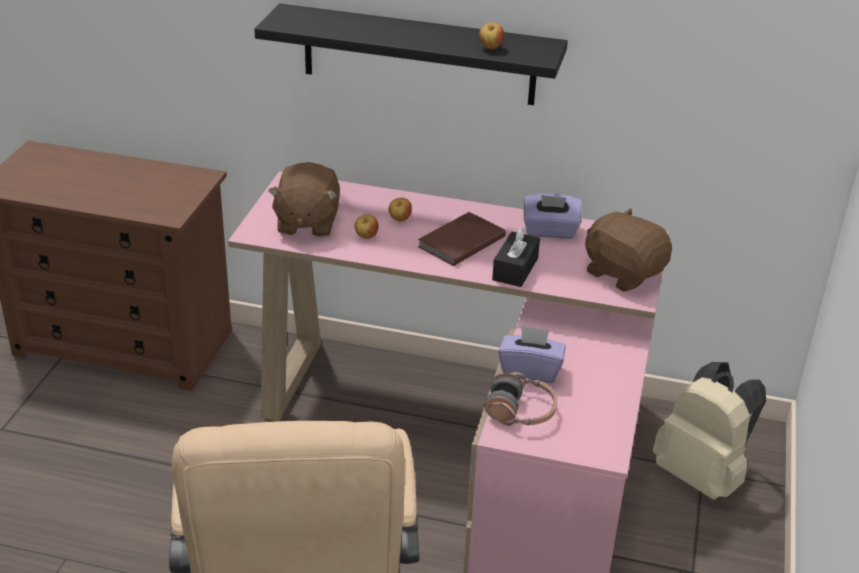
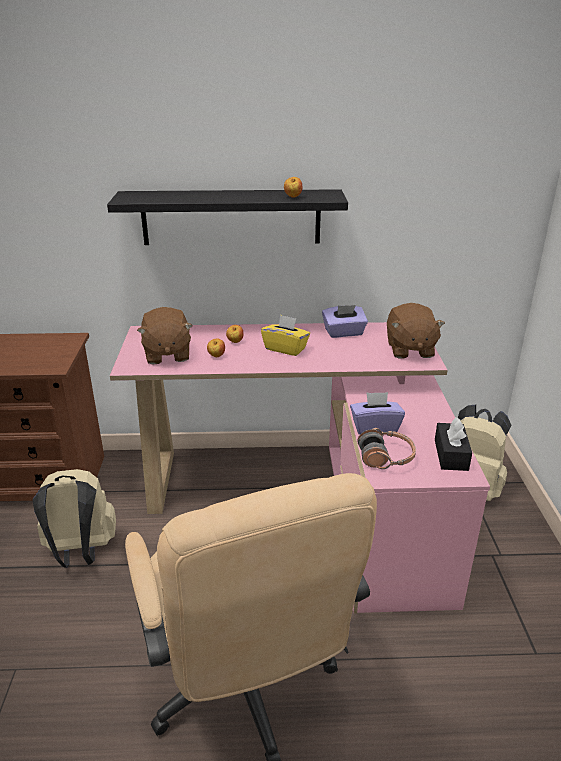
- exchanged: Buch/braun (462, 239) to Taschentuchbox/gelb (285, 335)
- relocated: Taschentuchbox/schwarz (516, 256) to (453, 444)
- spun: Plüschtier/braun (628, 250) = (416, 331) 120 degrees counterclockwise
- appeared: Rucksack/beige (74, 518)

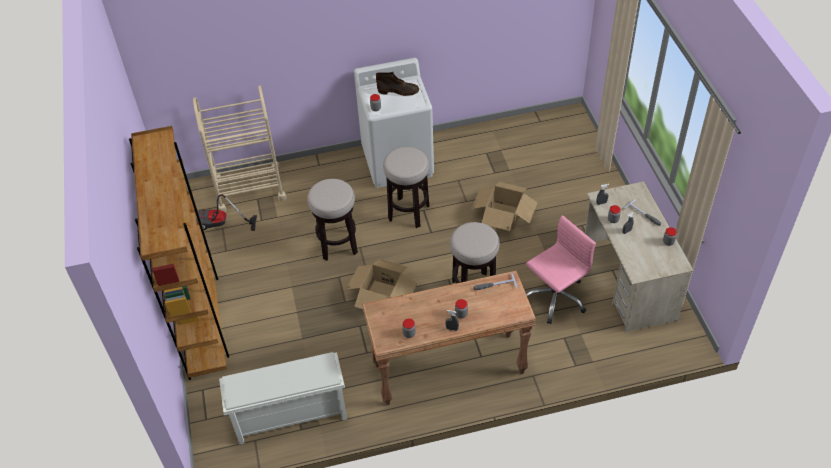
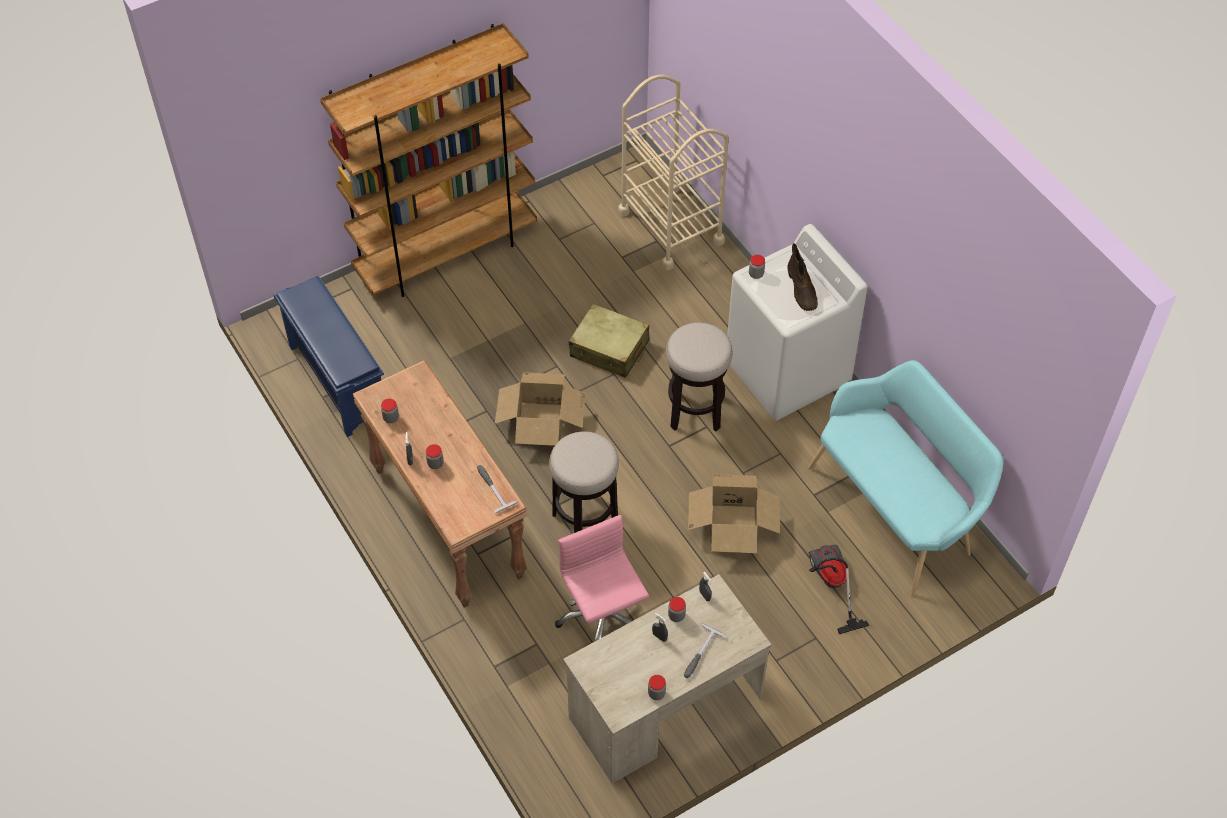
- relocated: Staubsauger (226, 212) to (838, 589)
- colour: Schuhregal/weiß (283, 398) to Schuhregal/blau (328, 356)
- exchanged: Hocker (332, 220) to Koffer/beige (609, 341)
- spun: Bürostuhl/rosa (561, 269) = (602, 578) 150 degrees counterclockwise
- appeared: Bank/türkis (905, 478)

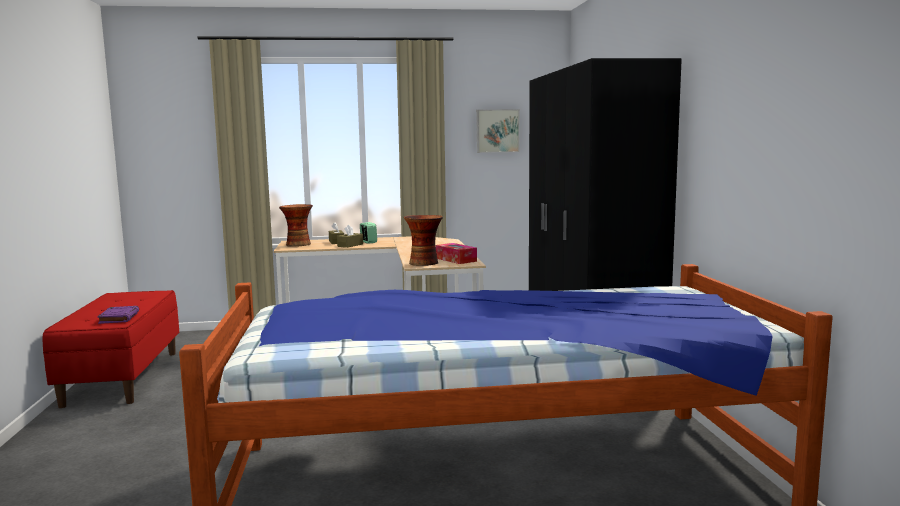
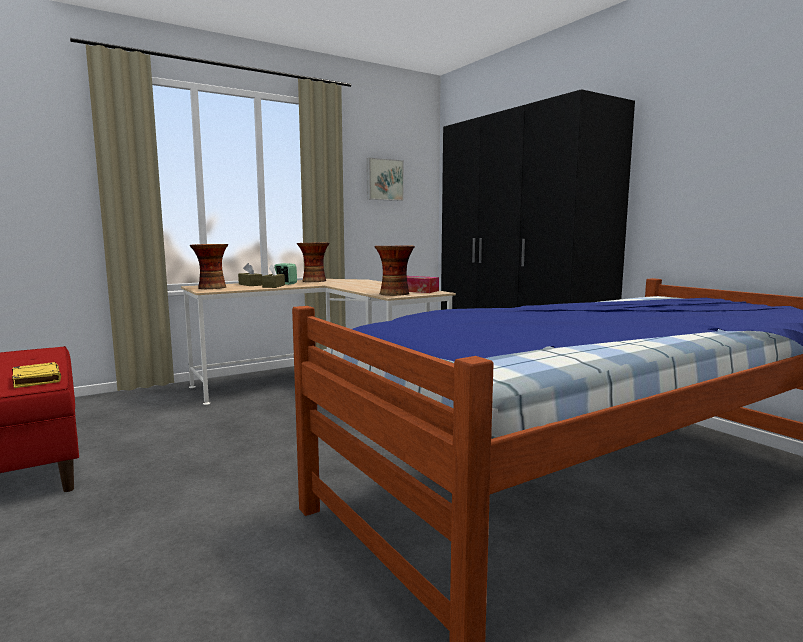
- colour: Buch/lila (118, 315) to Buch/gelb (36, 375)
- appeared: Vase (313, 262)

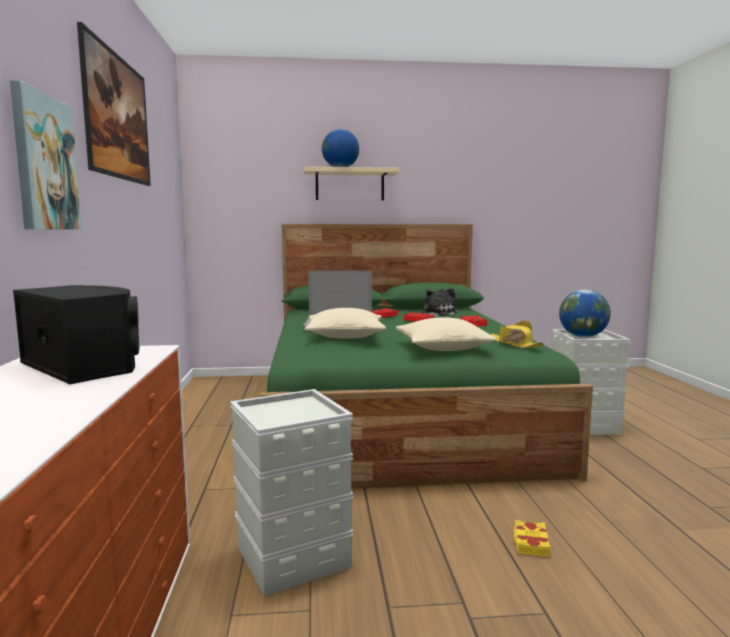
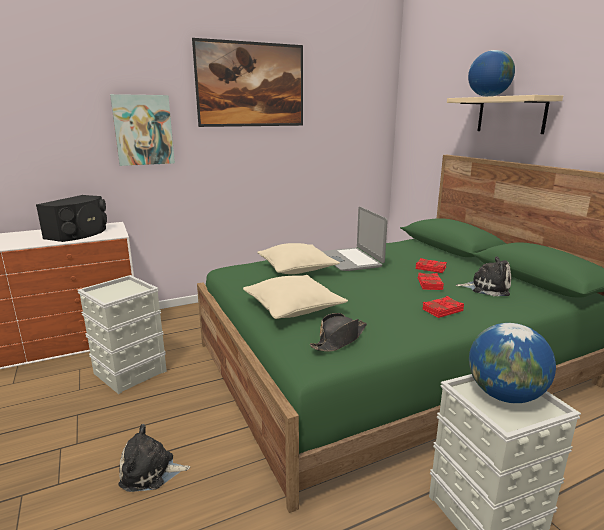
- colour: Hut/gelb (518, 334) to Hut/schwarz (338, 332)
- exchanged: Buch/gelb (532, 538) to Plüschtier (154, 458)

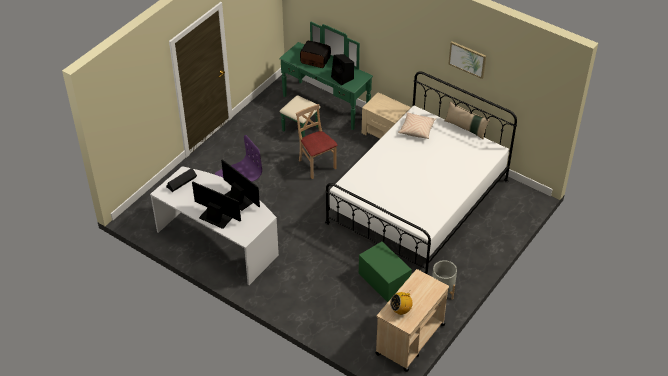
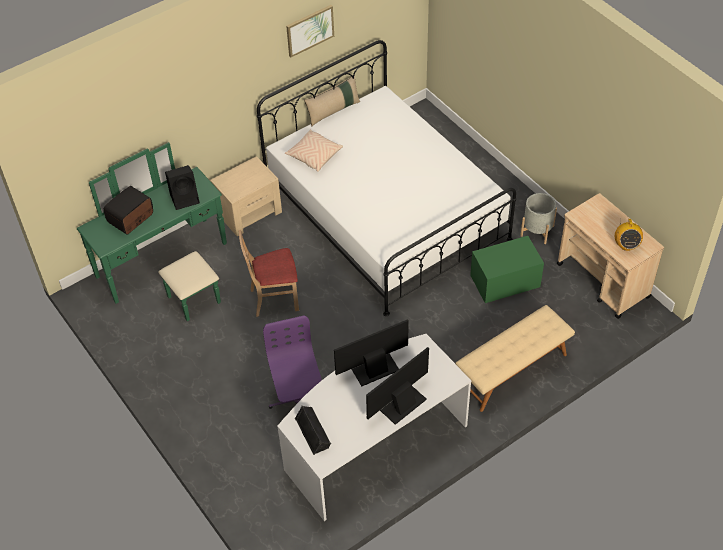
- appeared: Bank/beige (515, 358)

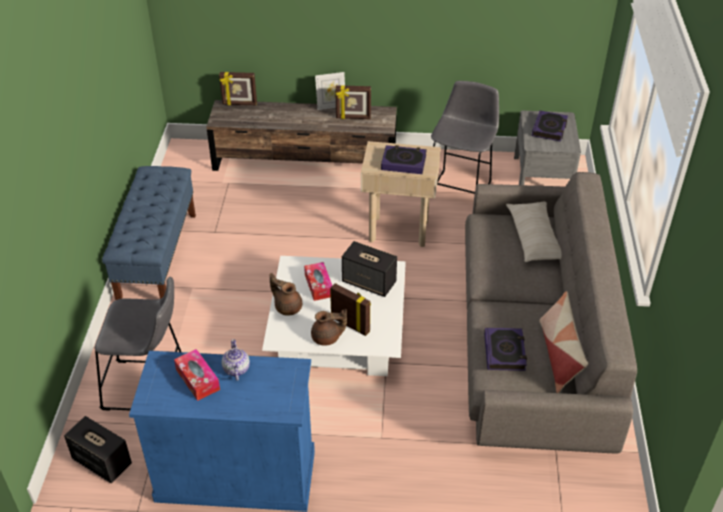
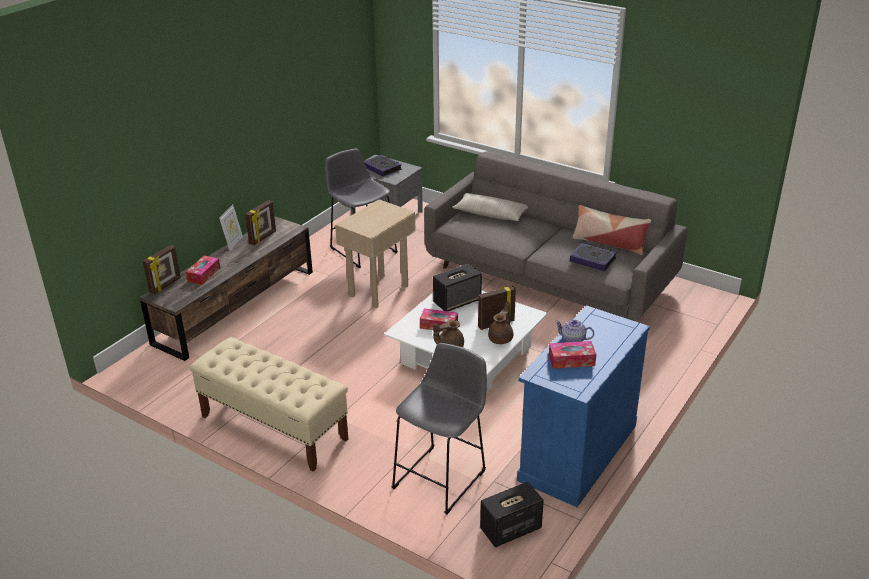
- colour: Bank/blau (149, 233) to Bank/beige (268, 404)
- missing: Buch (404, 159)
- appeared: Taschentuchbox (203, 270)

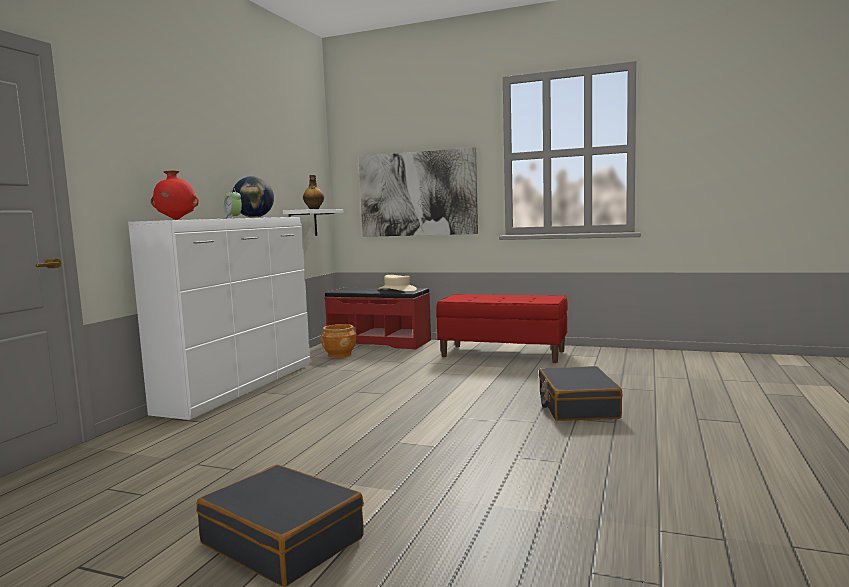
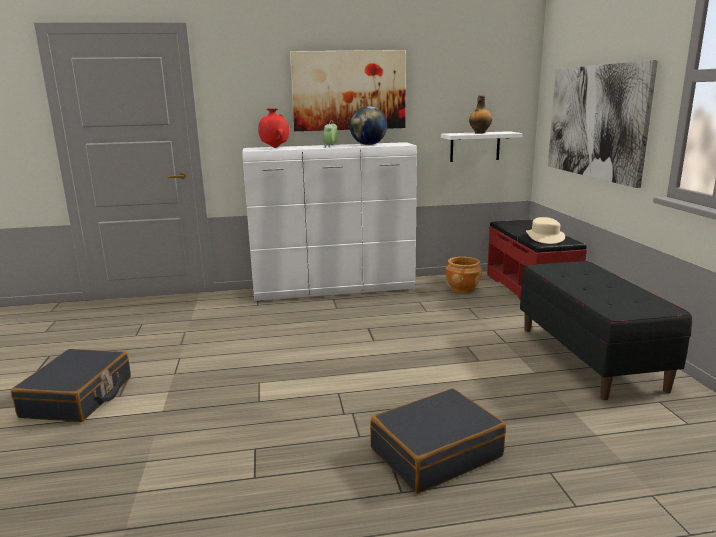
- colour: Bank/rot (502, 328) to Bank/schwarz (606, 330)
- appeared: Bild (348, 90)

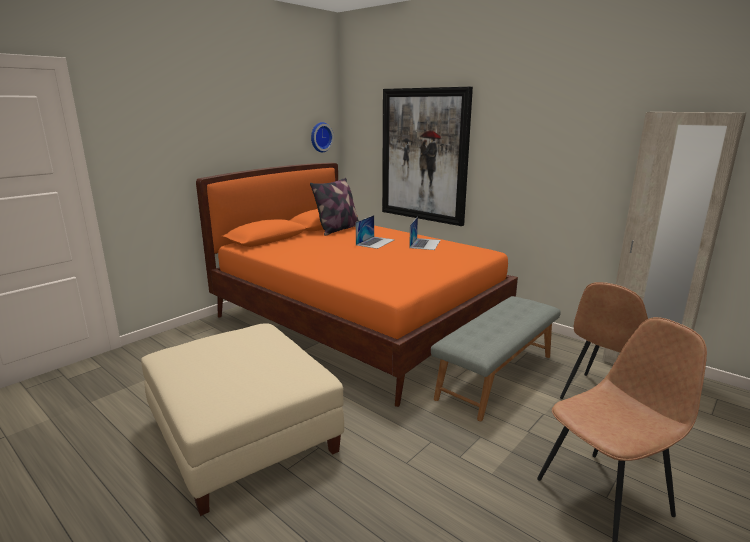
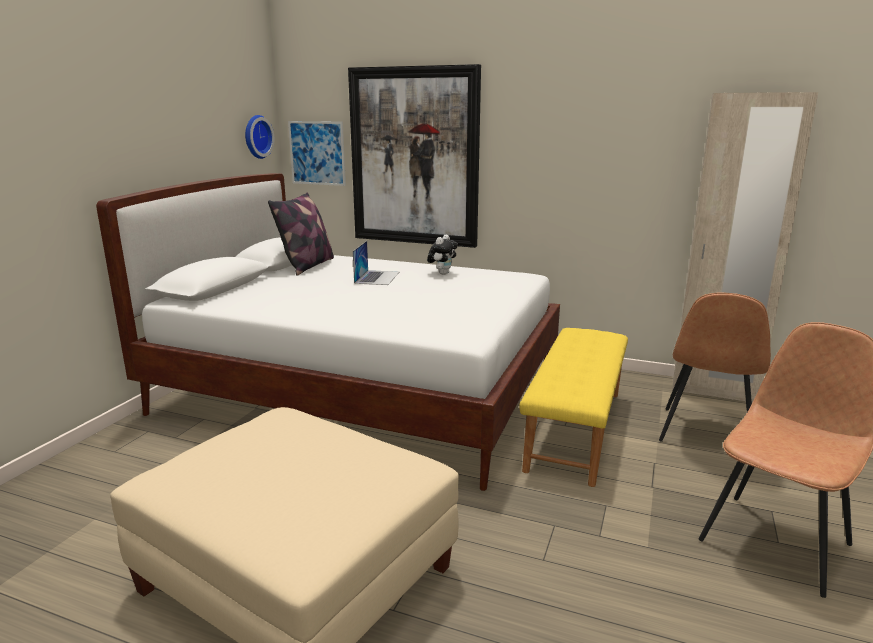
- colour: Bett/orange (357, 285) to Bett/weiß (328, 332)
- exchanged: Laptop (424, 233) to Plüschtier (442, 254)
- colour: Bank/grau (496, 358) to Bank/gelb (573, 407)
- appeared: Bild (317, 153)

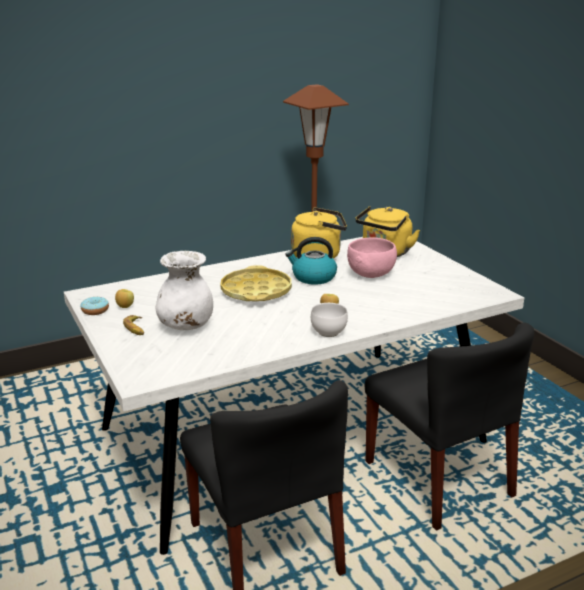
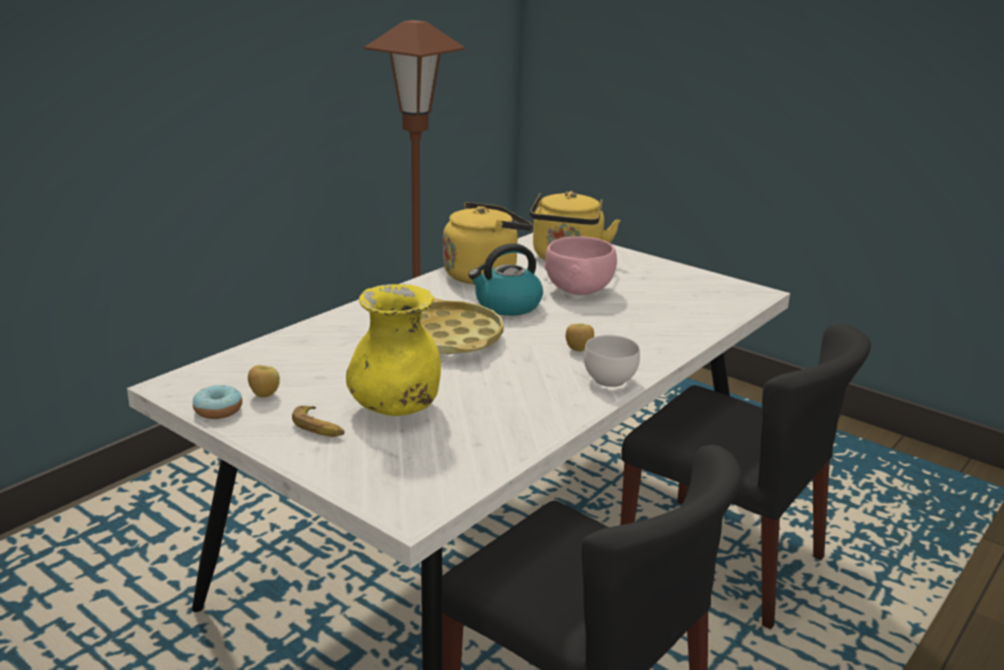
- colour: Vase/weiß (184, 290) to Vase/gelb (393, 350)

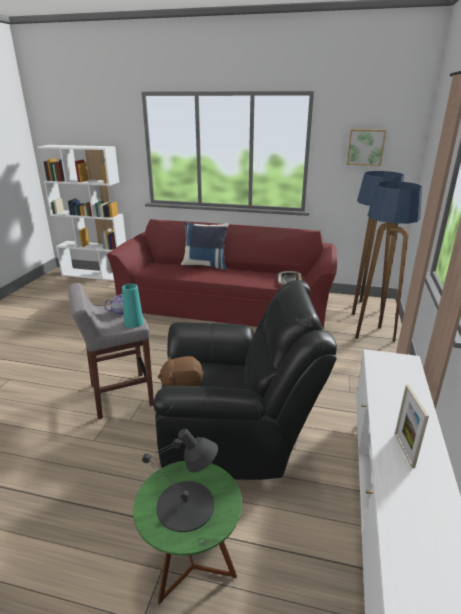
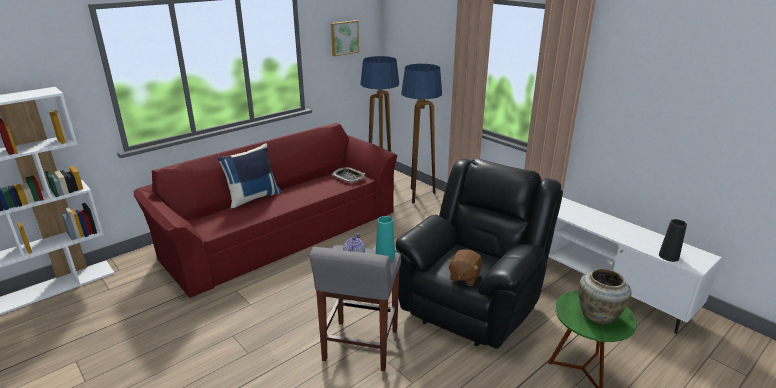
- exchanged: Tischlampe/schwarz (180, 480) to Vase/beige (604, 296)
- missing: Bilderrahmen (412, 426)
- appeared: Vase/schwarz (673, 240)

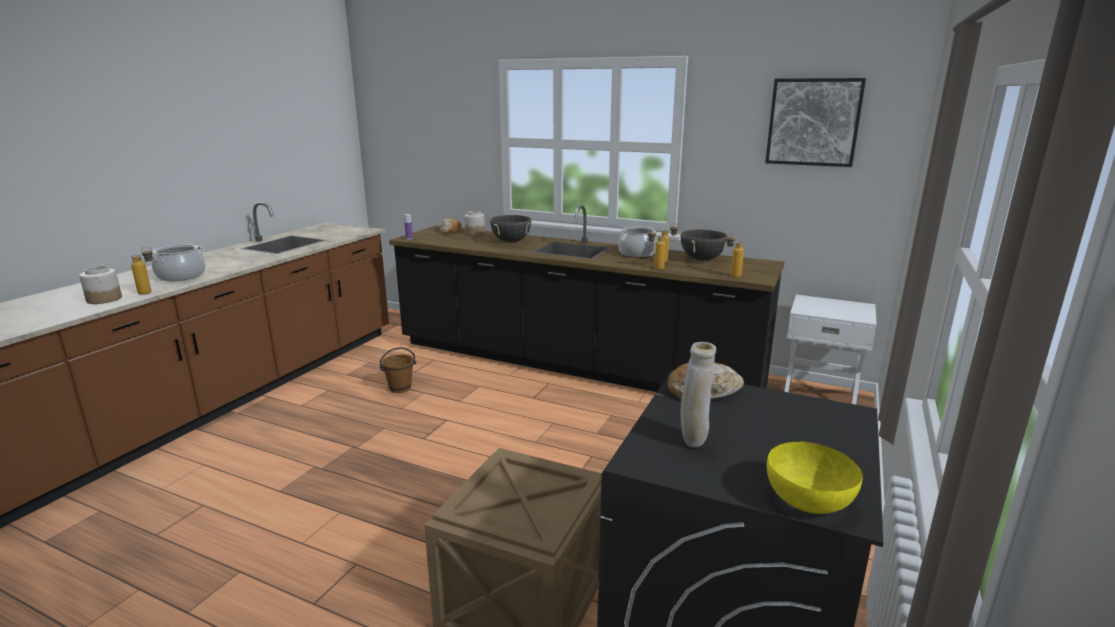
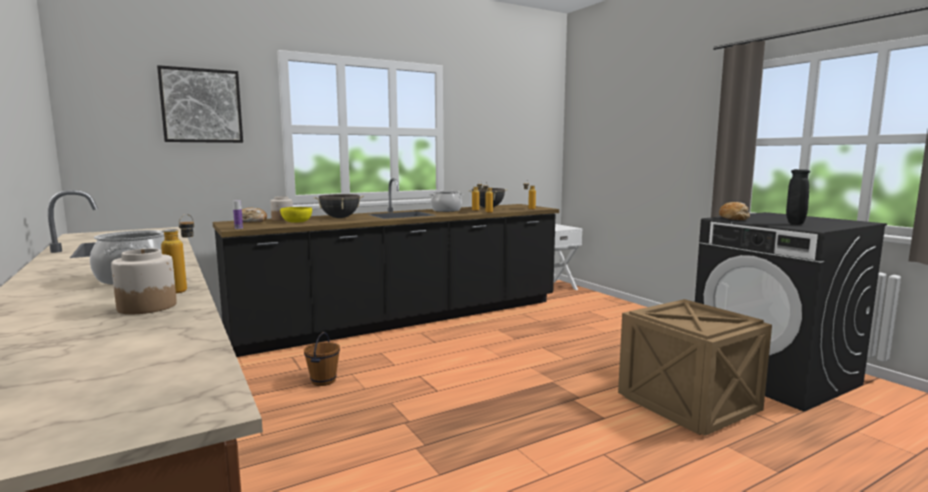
- colour: Vase/beige (698, 394) to Vase/schwarz (798, 196)
- relocated: Bild (815, 122) to (200, 104)
- relocated: Schüssel/gelb (815, 477) to (296, 215)

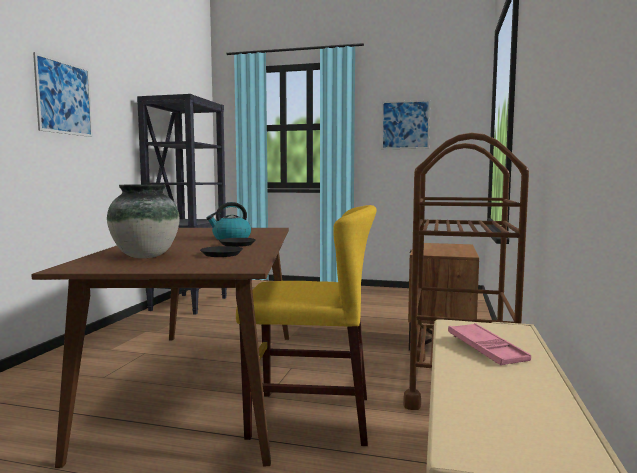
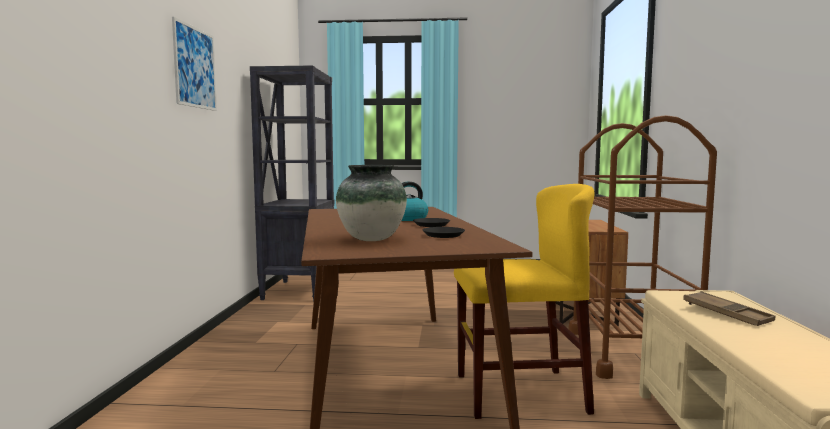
- missing: Bild (405, 124)
- colour: Tablett/rosa (489, 344) to Tablett/braun (729, 308)

